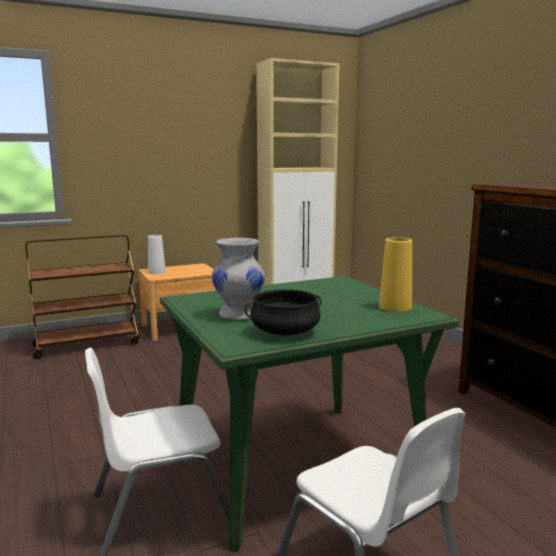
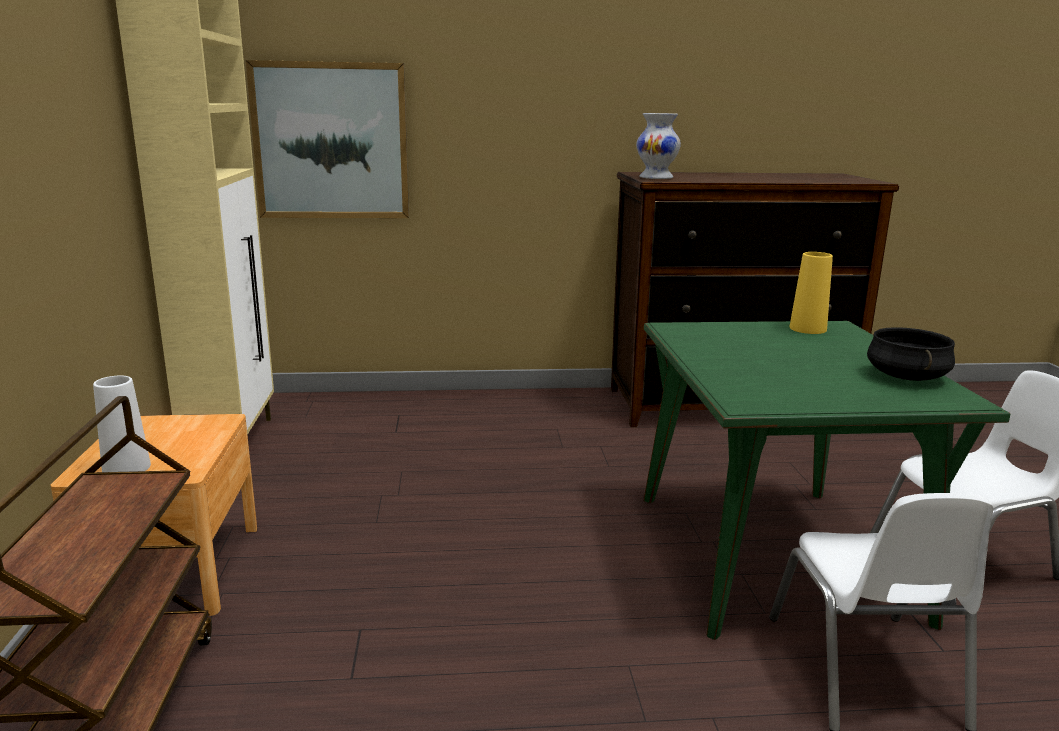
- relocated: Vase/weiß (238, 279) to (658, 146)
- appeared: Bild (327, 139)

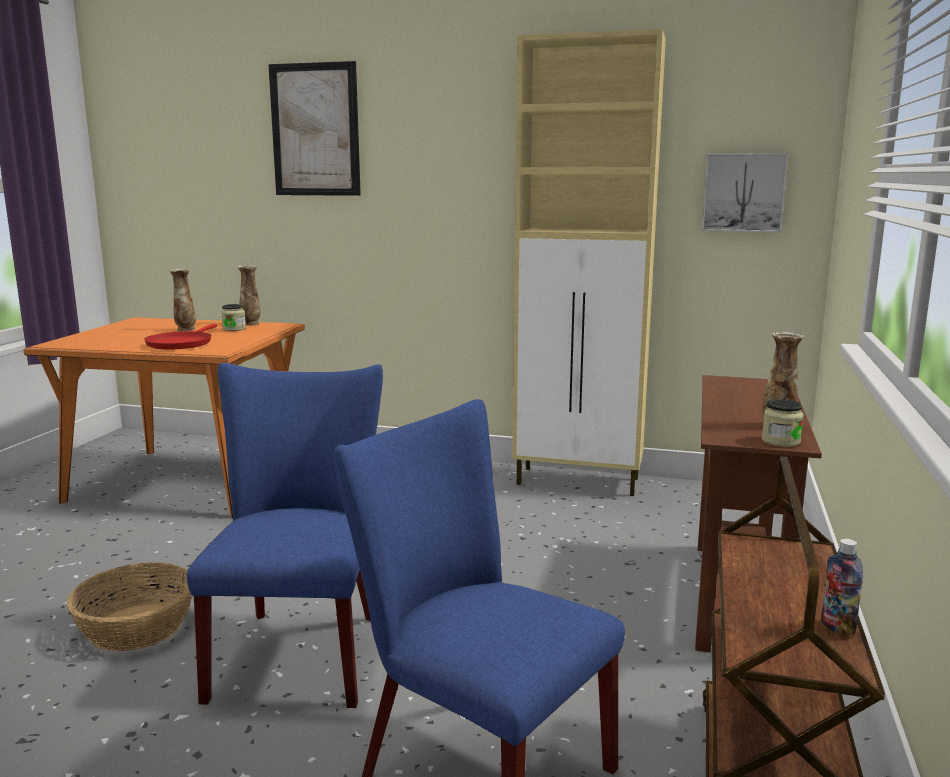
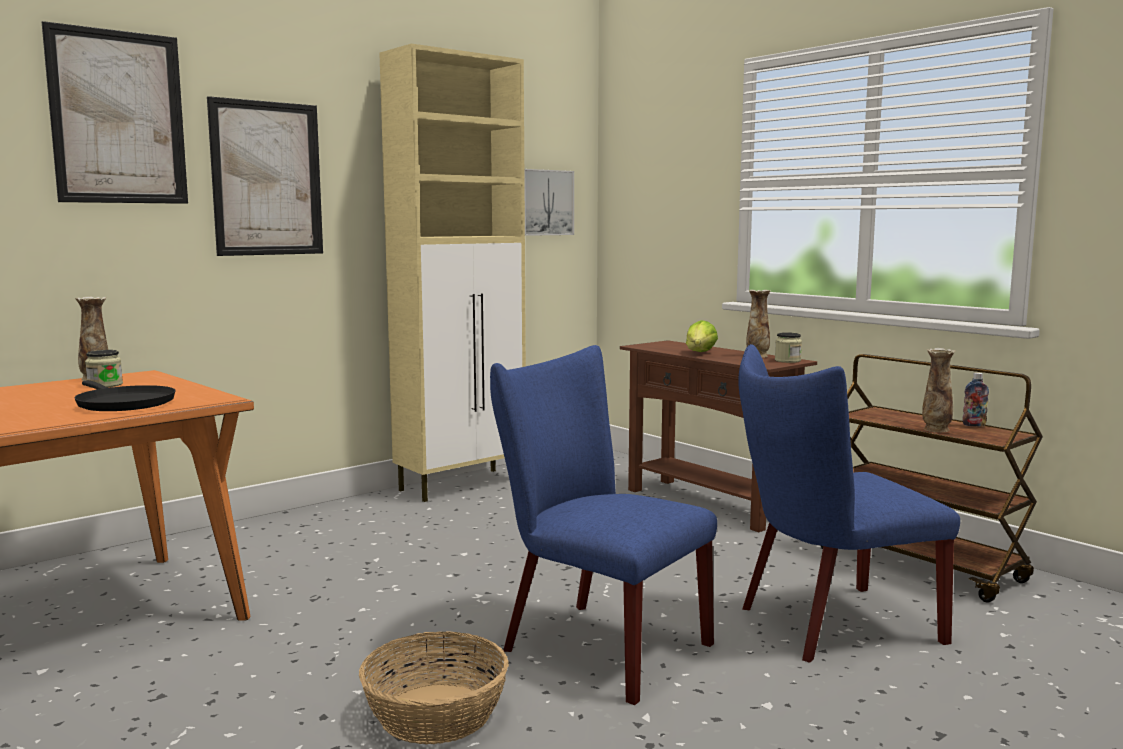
- colour: Pfanne/rot (180, 337) to Pfanne/schwarz (125, 395)
- relocated: Vase (182, 300) to (938, 390)
- appeared: Bild (265, 176)
- appeared: Salatkopf (702, 336)

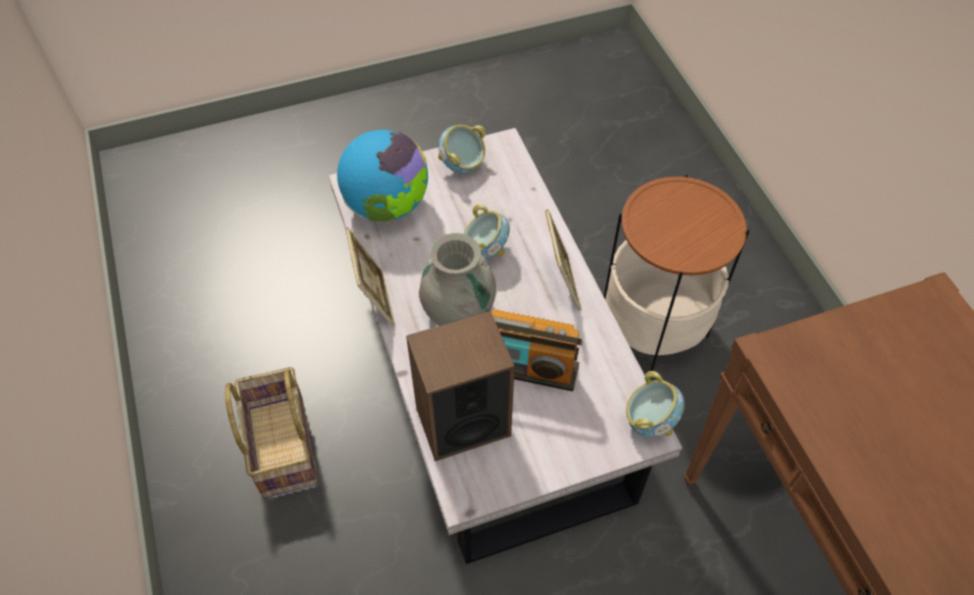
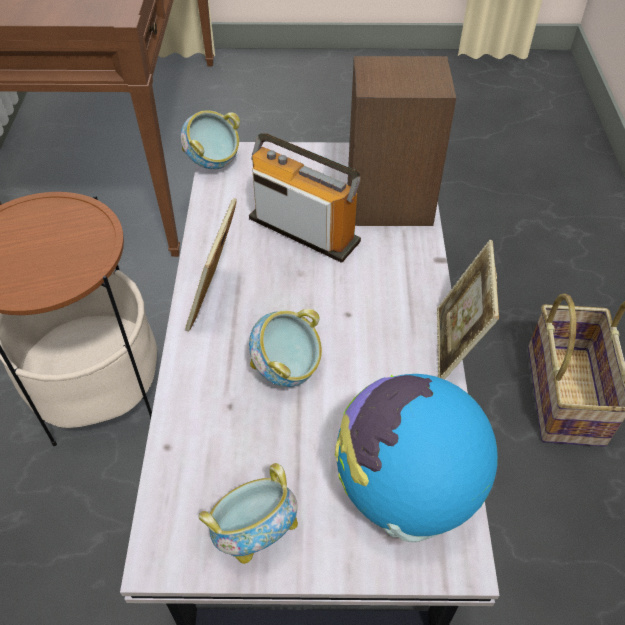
- missing: Vase/grau (457, 279)

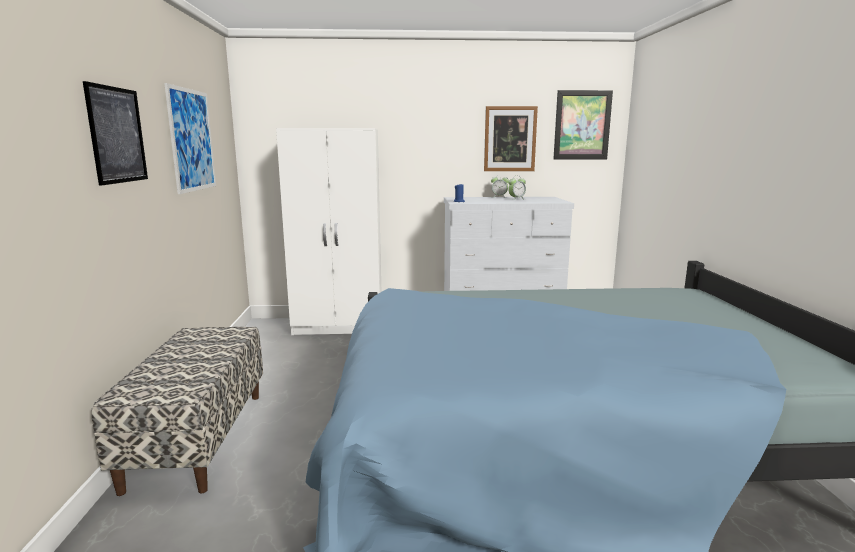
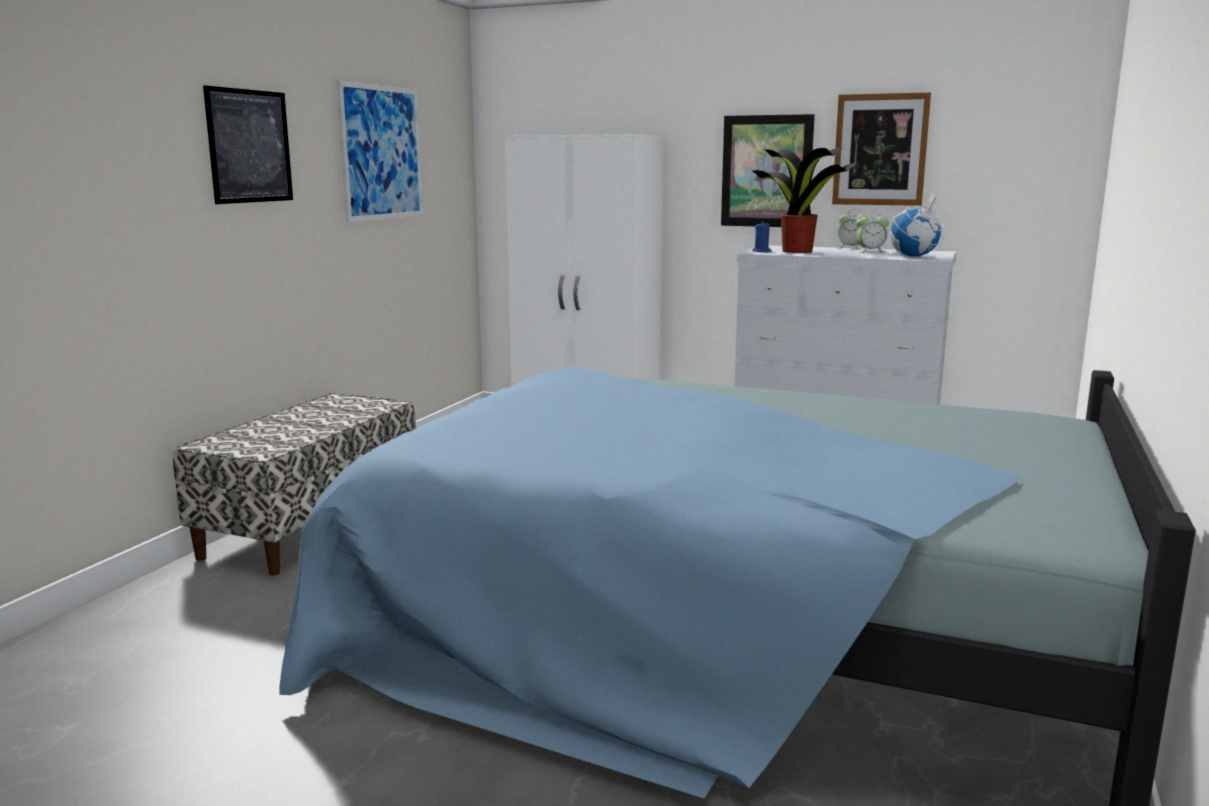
- relocated: Bild (583, 125) to (768, 170)
- appeared: Topfpflanze (804, 200)
- appeared: Globus (917, 224)

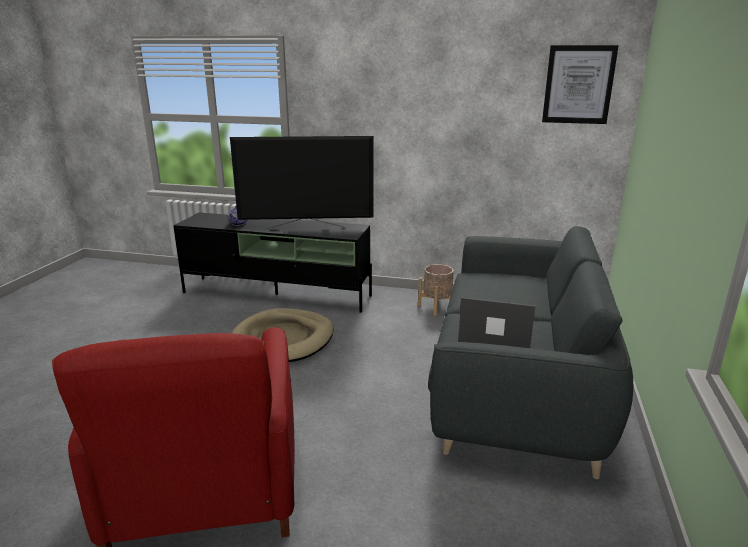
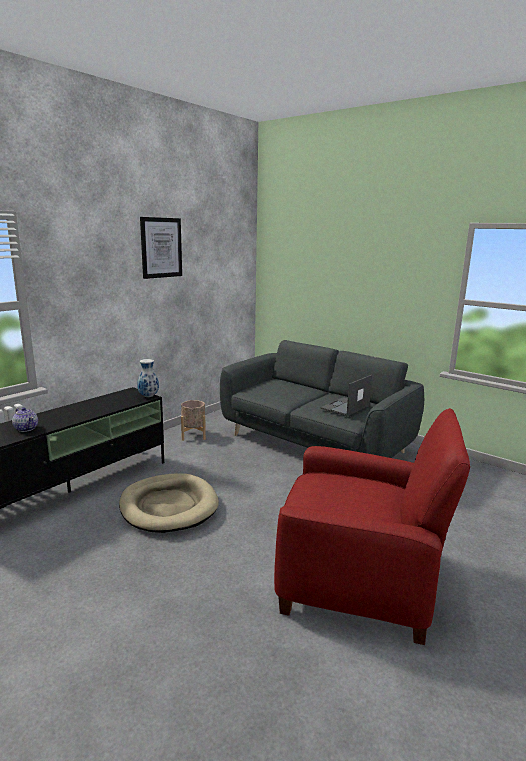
- missing: Fernseher (301, 182)
- relocated: Bild (580, 84) to (161, 248)
- appeared: Vase (148, 378)

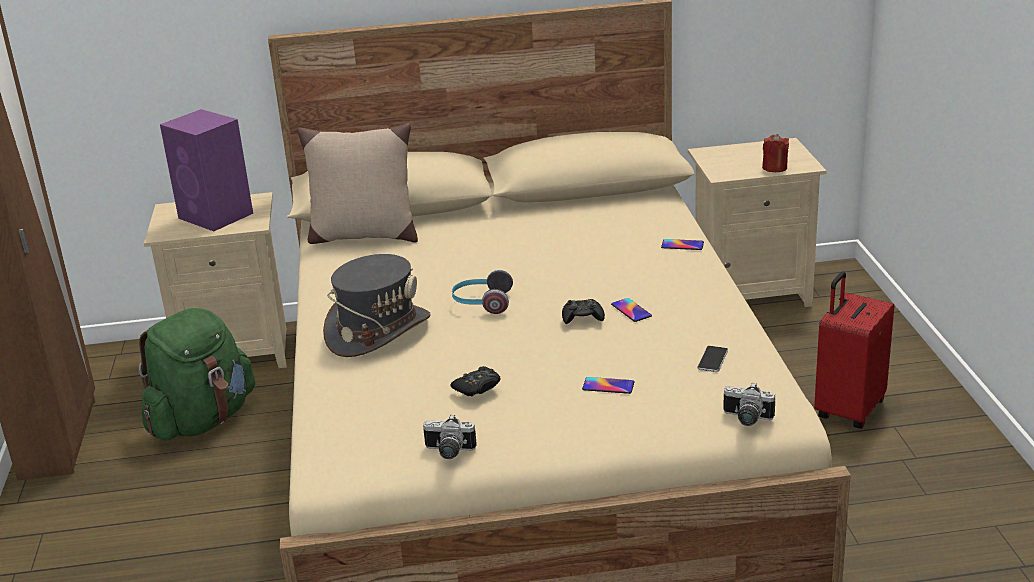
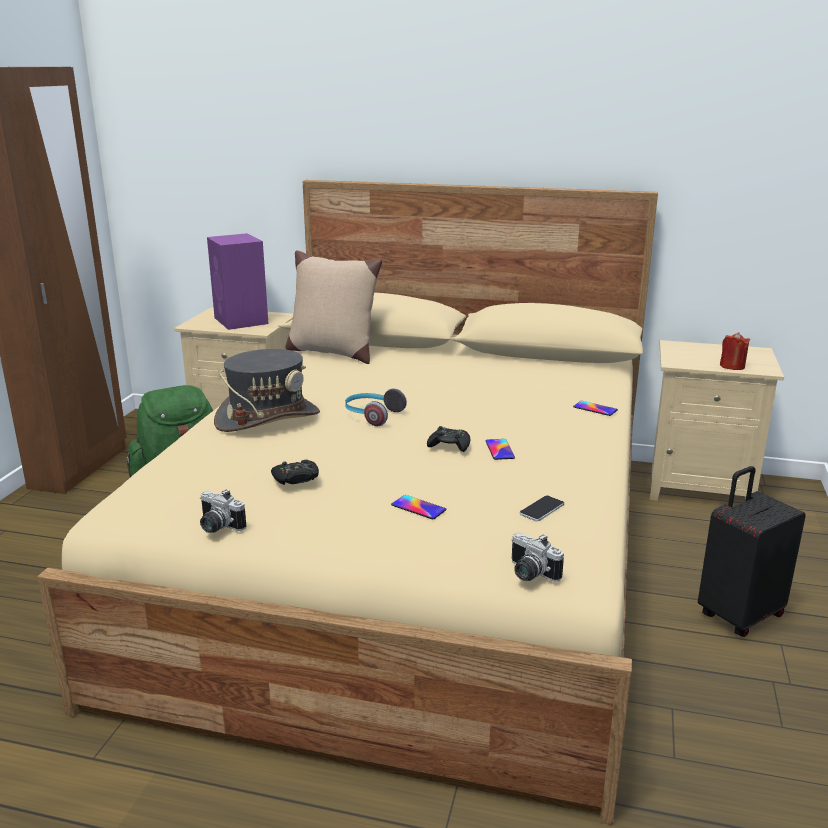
- colour: Koffer/rot (854, 350) to Koffer/schwarz (752, 551)

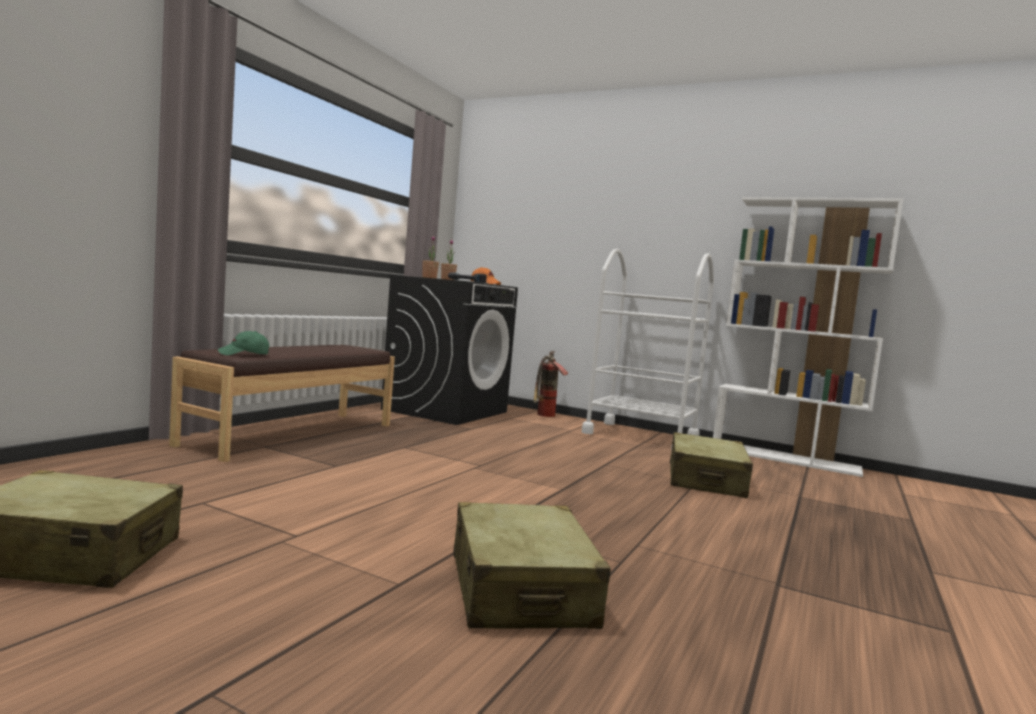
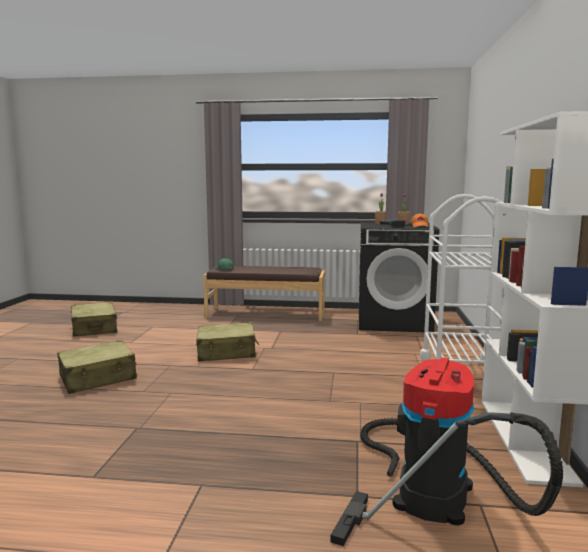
- missing: Feuerlöscher (551, 384)
- relocated: Koffer/beige (711, 465) to (227, 342)
- appeared: Staubsauger (447, 451)

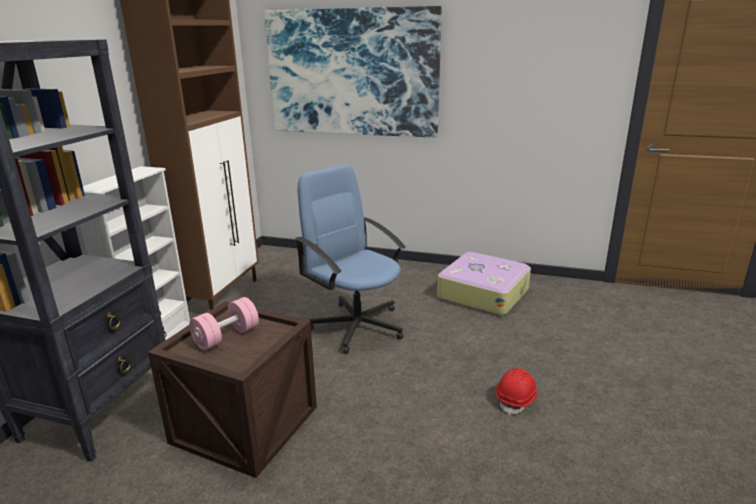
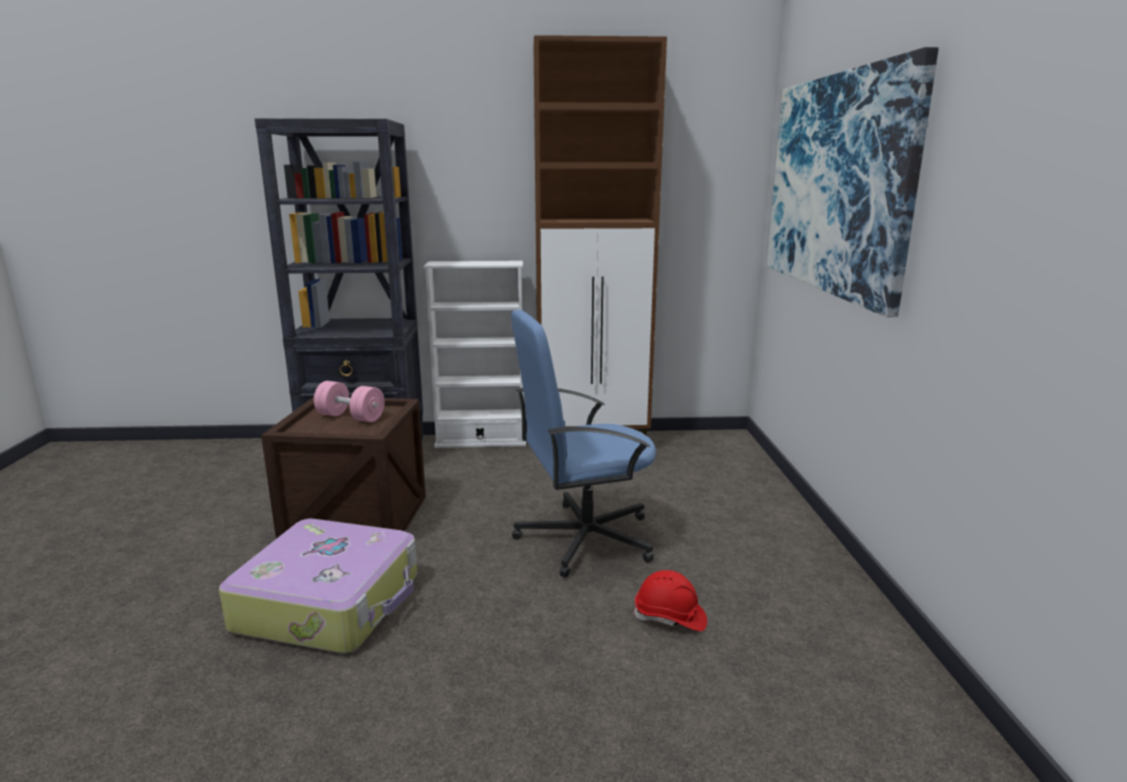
- spun: Bürostuhl/blau (350, 259) = (583, 444) 135 degrees counterclockwise
- relocated: Koffer (484, 284) to (318, 586)
- relocated: Schutzhelm/rot (517, 391) to (670, 600)

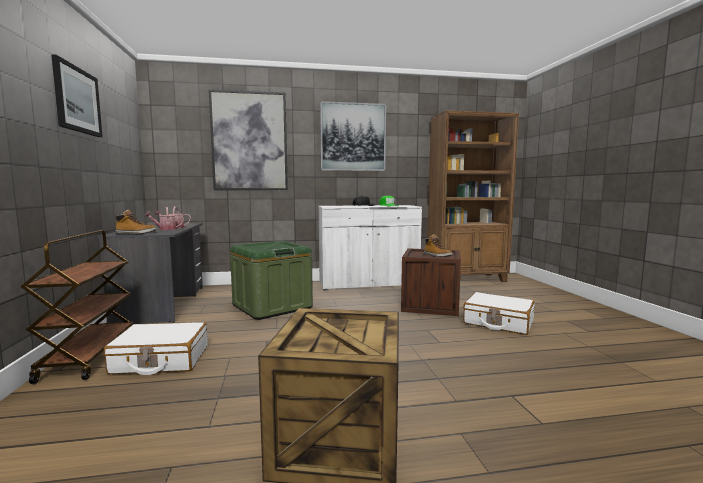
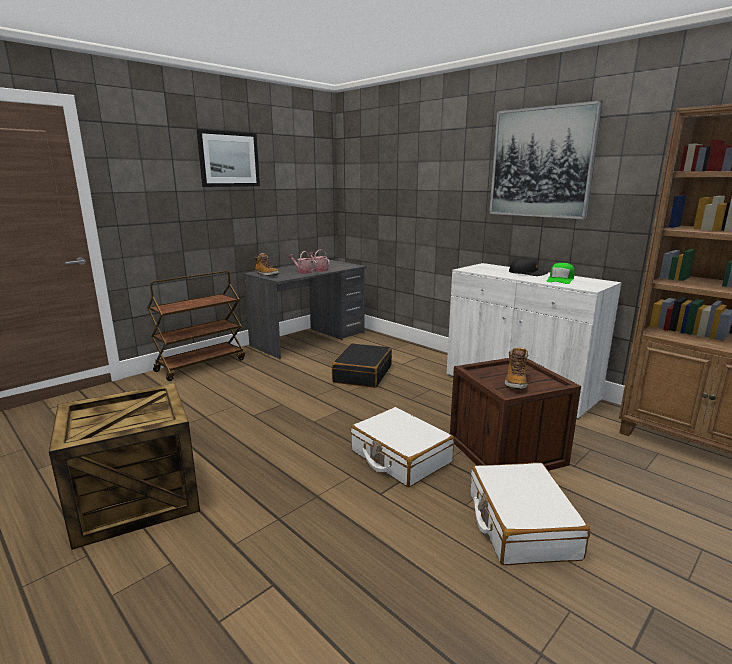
- relocated: Koffer/weiß (156, 348) to (402, 447)
- missing: Bild (248, 139)
- exchanged: Aufbewahrungsbox/grün (271, 280) to Koffer/schwarz (362, 365)

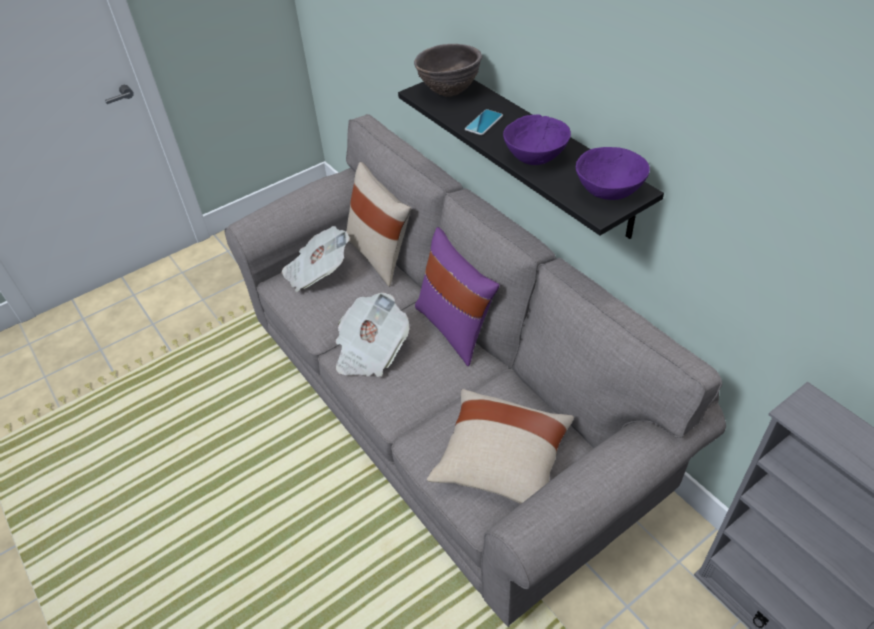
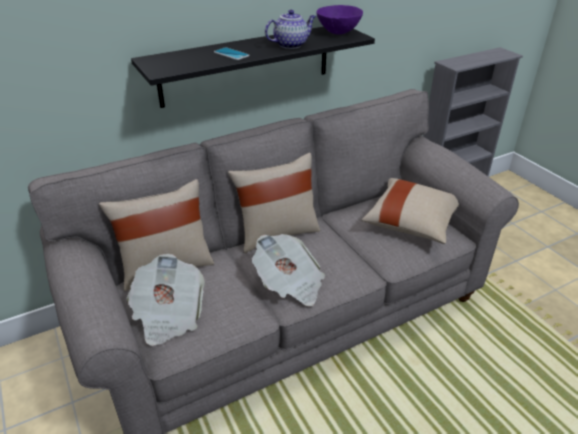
- missing: Schüssel/braun (448, 70)
- colour: Kissen/lila (457, 296) to Kissen/beige (274, 202)
- exchanged: Schüssel/lila (537, 139) to Teekanne (290, 29)

